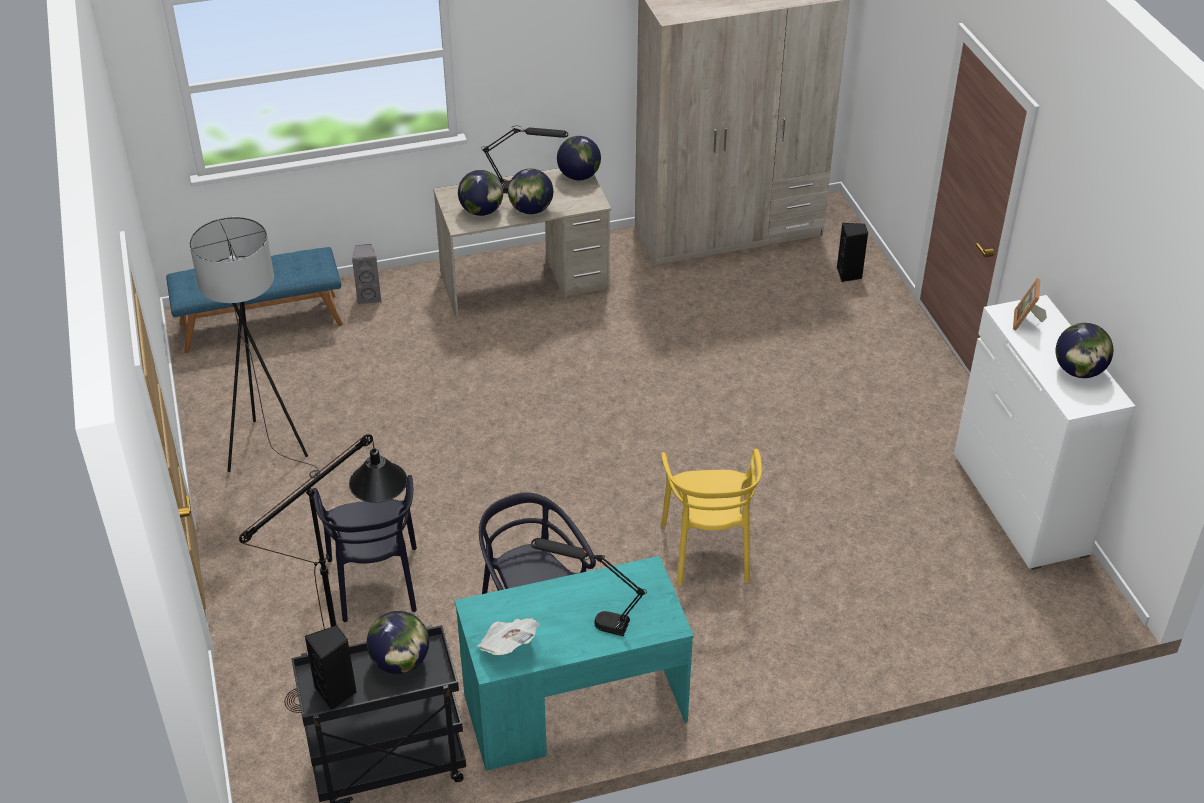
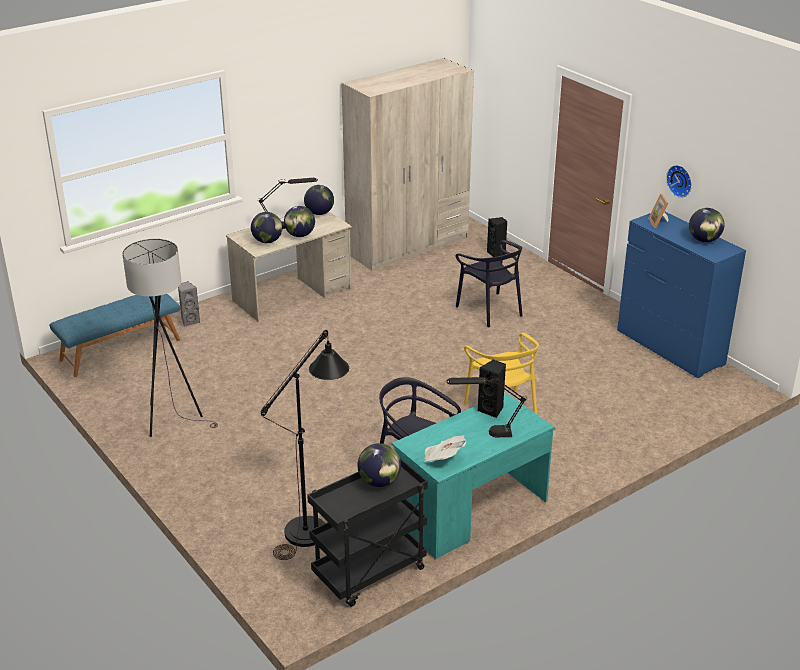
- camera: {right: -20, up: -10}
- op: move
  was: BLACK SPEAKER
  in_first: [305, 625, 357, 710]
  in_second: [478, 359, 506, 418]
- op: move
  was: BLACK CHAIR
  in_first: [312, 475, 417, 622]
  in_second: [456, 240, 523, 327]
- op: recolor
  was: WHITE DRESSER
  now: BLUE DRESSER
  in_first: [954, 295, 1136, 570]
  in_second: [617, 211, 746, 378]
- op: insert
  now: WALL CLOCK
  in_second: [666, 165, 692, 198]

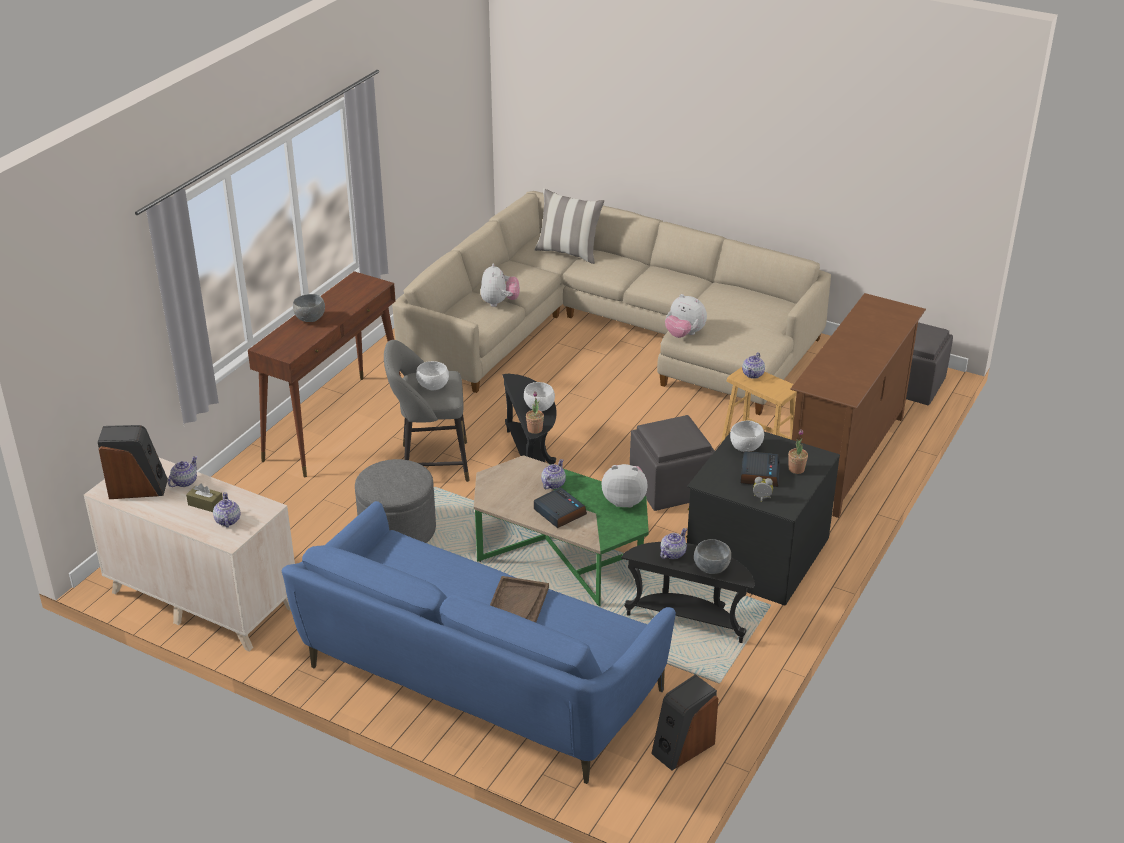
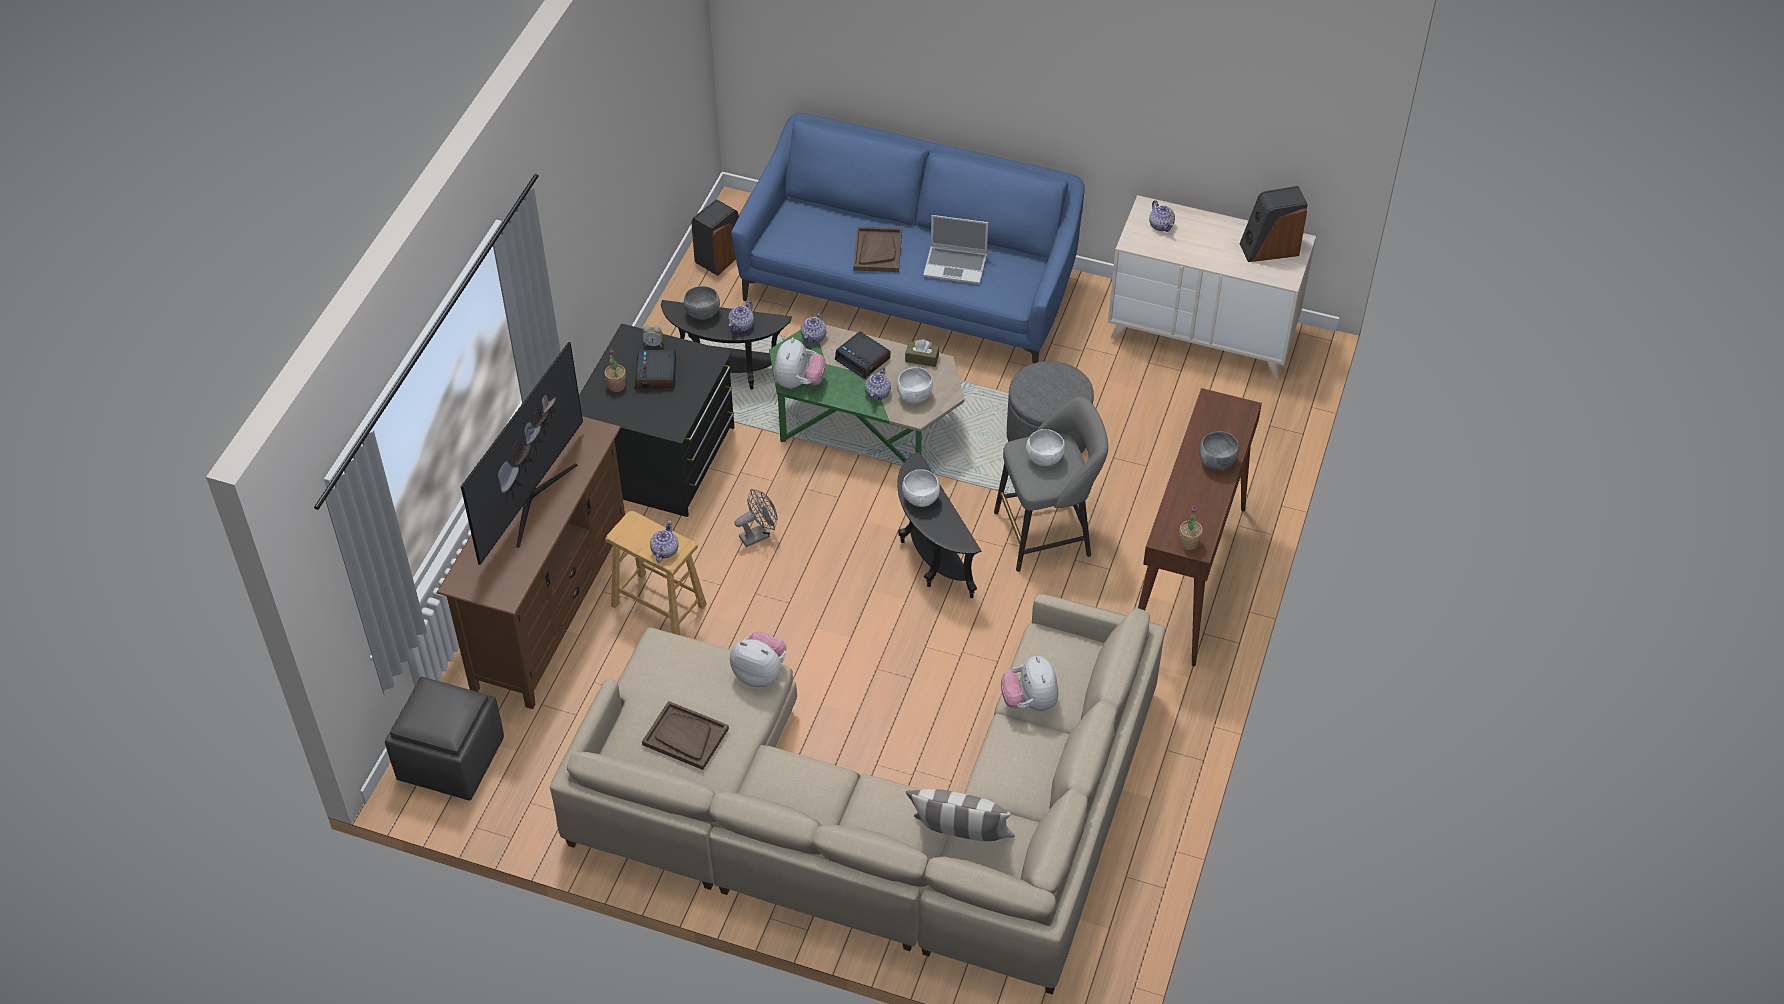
- camera: {right: 170, up: 15}
- op: move
  was: TEAPOT
  in_first: [168, 456, 197, 487]
  in_second: [801, 311, 826, 344]
- op: move
  was: BROWN TISSUE BOX
  in_first: [186, 484, 223, 512]
  in_second: [905, 339, 939, 367]
- op: move
  was: POTTED PLANT
  in_first: [526, 391, 544, 434]
  in_second: [1180, 506, 1203, 550]
- op: rotate
  was: PLUSH TOY
  in_first: [602, 464, 648, 508]
  in_second: [774, 337, 826, 389]
  clockwise: -75
- op: replace
  was: GREY OTTOMAN
  now: GREY FAN
  in_first: [630, 415, 715, 511]
  in_second: [734, 489, 778, 547]
- op: move
  was: WHITE BOWL
  in_first: [730, 421, 764, 452]
  in_second: [897, 367, 933, 403]
- op: insert
  now: TELEVISION
  in_second: [461, 342, 583, 565]
- op: insert
  now: BROWN TRAY
  in_second: [642, 701, 729, 770]
- op: insert
  now: LAPTOP
  in_second: [923, 215, 988, 284]

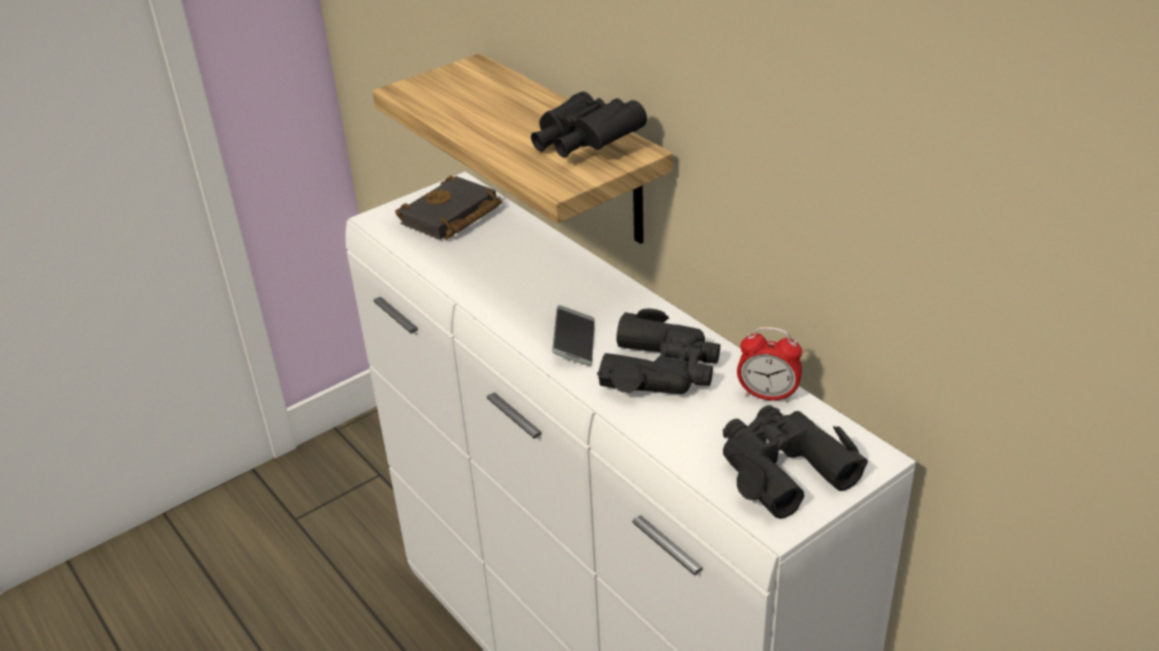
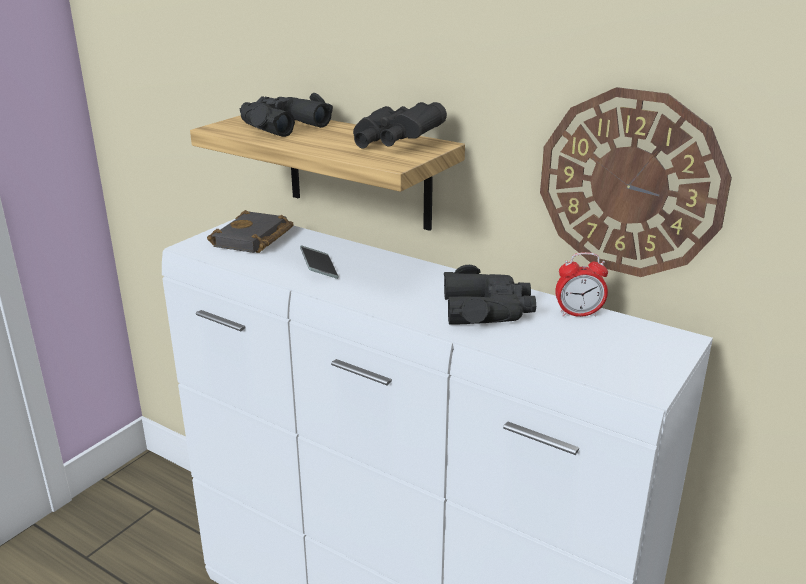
- camera: {right: -20, up: -10}
- op: move
  was: PHONE
  in_first: [552, 305, 595, 366]
  in_second: [300, 245, 339, 279]
- op: move
  was: BLACK BINOCULARS
  in_first: [723, 405, 868, 519]
  in_second: [240, 93, 333, 137]
- op: insert
  now: WALL CLOCK
  in_second: [540, 87, 732, 277]

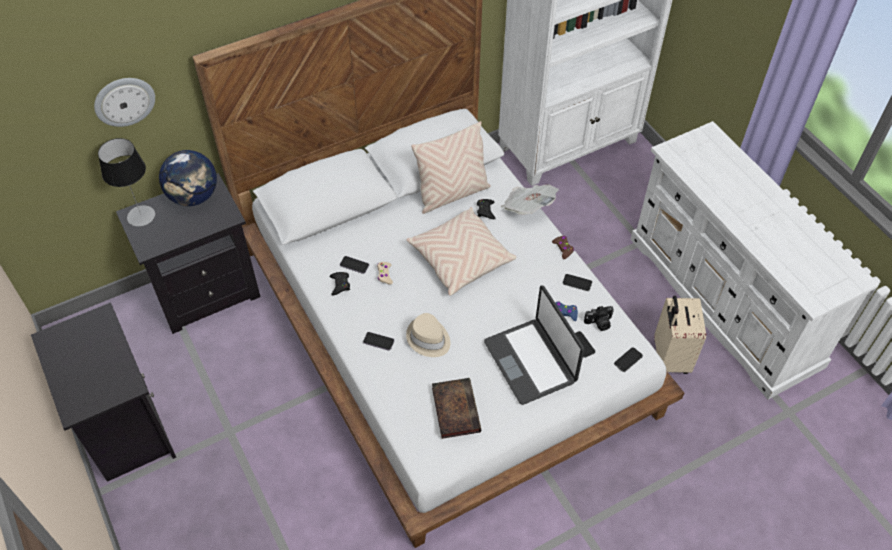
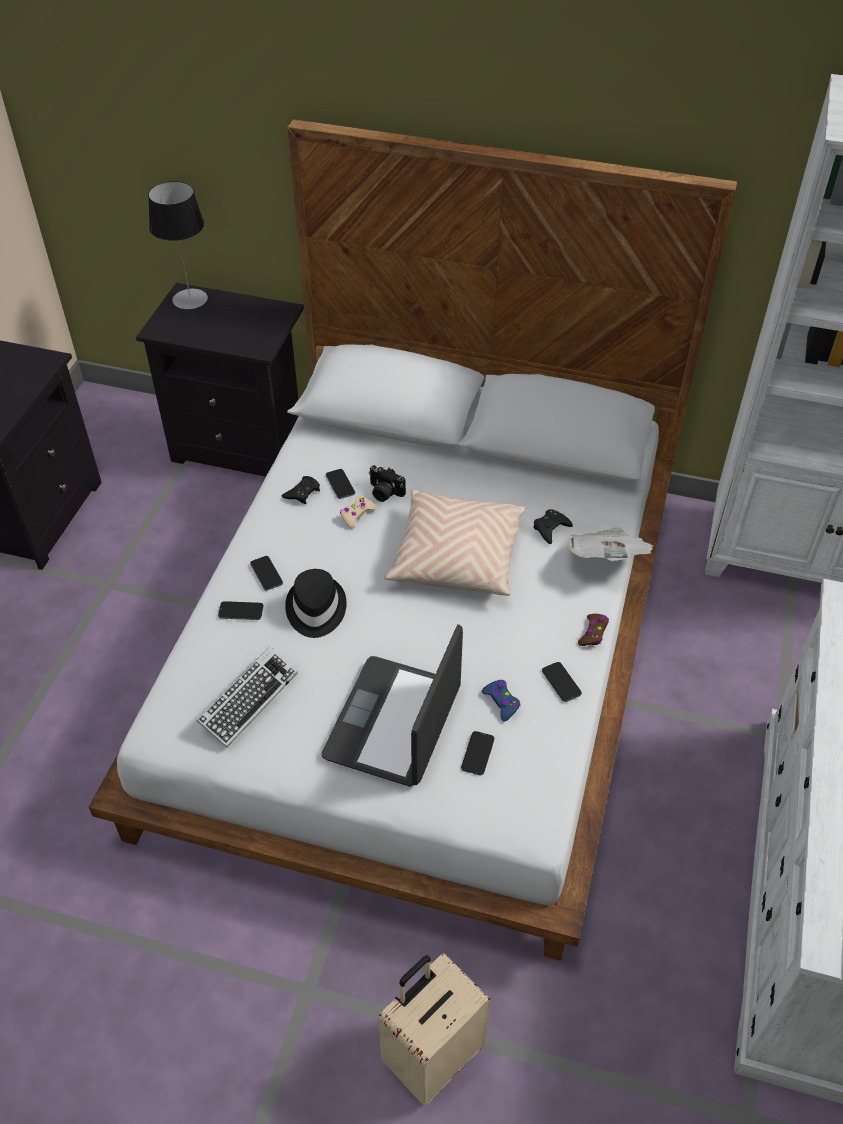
- camera: {right: 45, up: -5}
- op: delete
  was: WALL CLOCK
  in_first: [94, 78, 155, 127]
- op: delete
  was: GLOBE
  in_first: [159, 150, 217, 206]
- op: recolor
  was: BEIGE HAT
  now: BLACK HAT
  in_first: [406, 313, 450, 357]
  in_second: [285, 569, 347, 638]
- op: delete
  was: BEIGE PILLOW
  in_first: [411, 121, 491, 214]
- op: replace
  was: BOOK
  now: KEYBOARD
  in_first: [432, 378, 481, 439]
  in_second: [197, 646, 298, 747]
- op: move
  was: PHOTO CAMERA
  in_first: [584, 306, 614, 331]
  in_second: [369, 465, 406, 502]
- op: move
  was: PHONE
  in_first: [614, 347, 643, 372]
  in_second: [218, 601, 263, 620]
- op: move
  was: BEIGE SUITCASE
  in_first: [654, 296, 706, 374]
  in_second: [378, 953, 490, 1106]

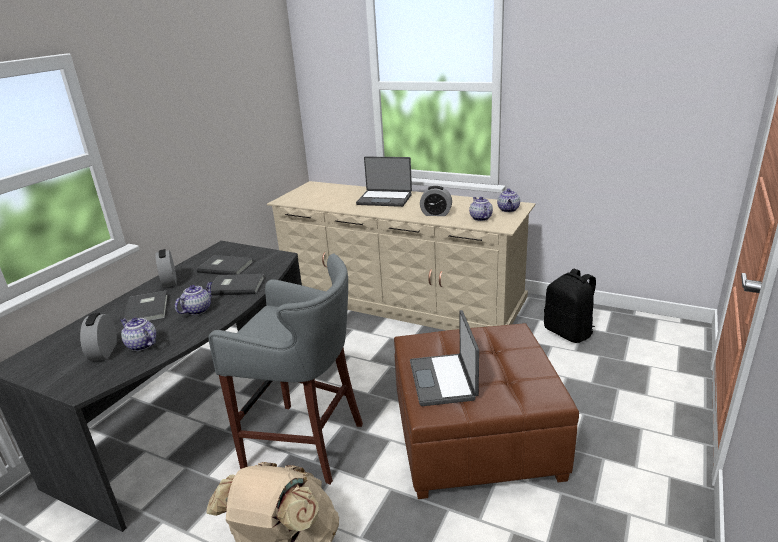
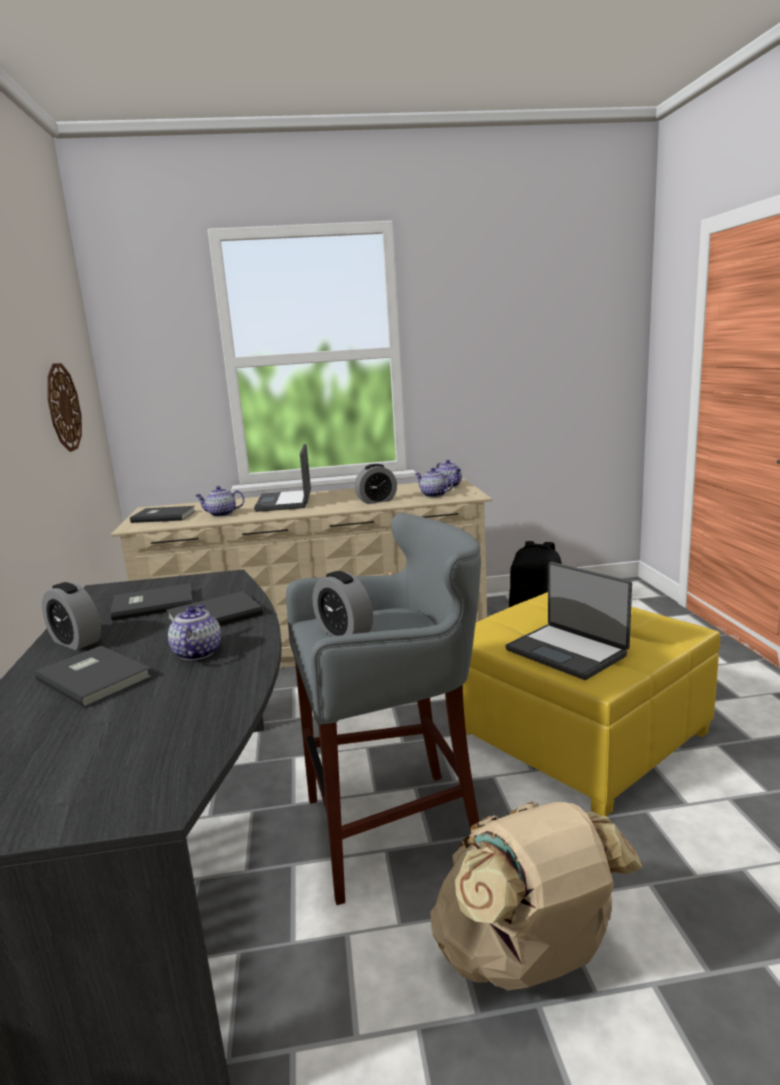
- camera: {right: -35, up: -10}
- op: move
  was: ALARM CLOCK
  in_first: [80, 313, 117, 361]
  in_second: [313, 571, 373, 636]
- op: move
  was: TEAPOT
  in_first: [121, 318, 156, 351]
  in_second: [195, 486, 245, 517]
- op: rotate
  was: LAPTOP
  in_first: [356, 156, 412, 207]
  in_second: [254, 444, 311, 512]
  clockwise: 105
- op: recolor
  was: BROWN OTTOMAN
  now: YELLOW OTTOMAN
  in_first: [394, 323, 579, 499]
  in_second: [447, 592, 720, 816]
- op: insert
  now: WALL CLOCK
  in_second: [47, 363, 82, 452]
- op: insert
  now: GREY BOOK
  in_second: [130, 506, 195, 523]

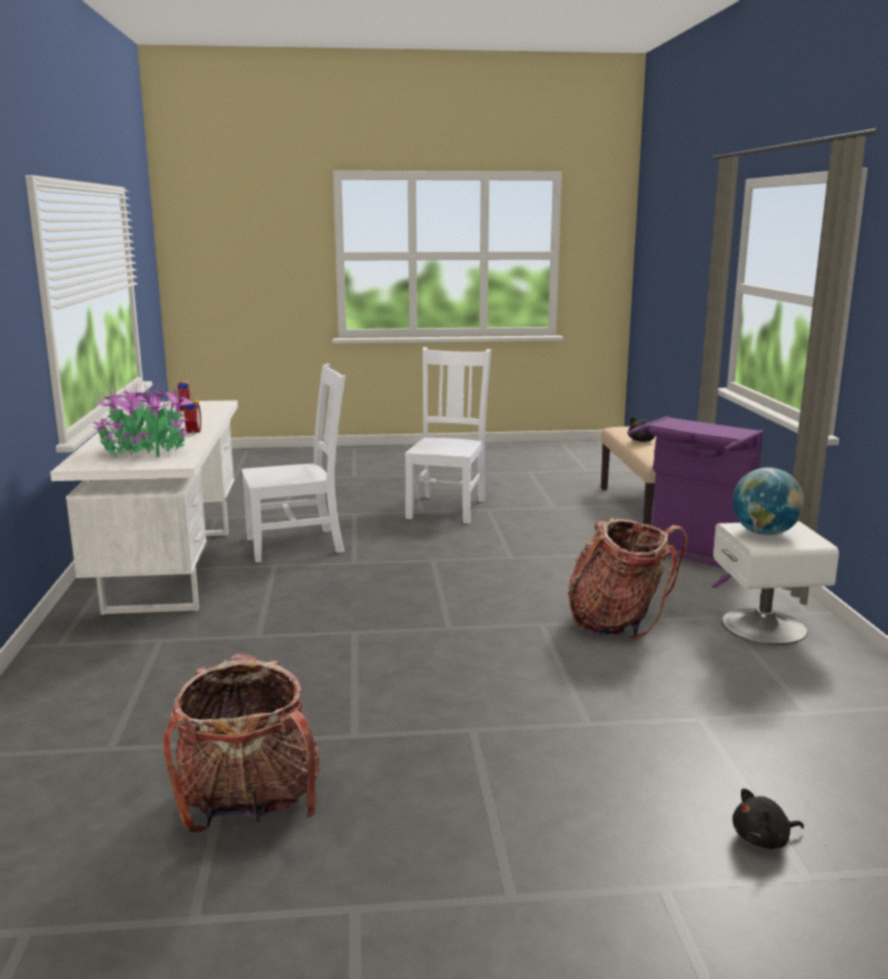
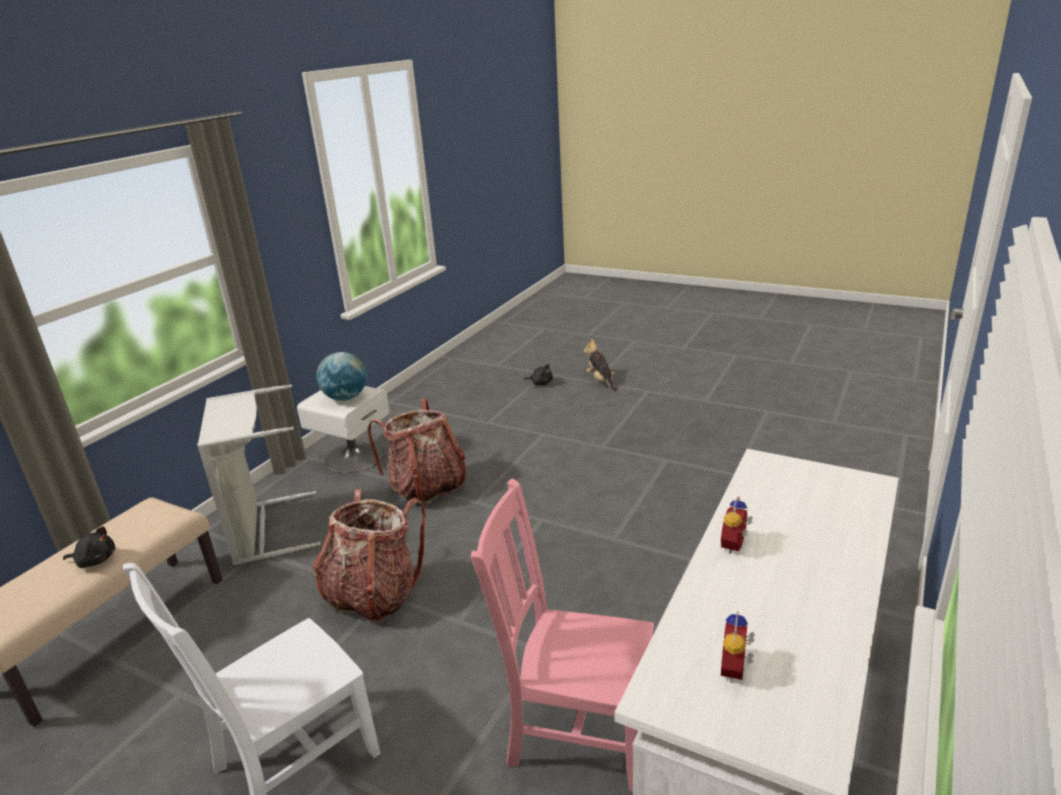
- camera: {right: -145, up: 10}
- op: delete
  was: POTTED PLANT
  in_first: [92, 382, 193, 457]
- op: move
  was: BACKPACK
  in_first: [163, 653, 320, 832]
  in_second: [313, 489, 426, 622]
- op: recolor
  was: WHITE CHAIR
  now: PINK CHAIR
  in_first: [242, 363, 345, 562]
  in_second: [471, 479, 654, 792]
- op: recolor
  was: PURPLE LAUNDRY BASKET
  now: GREY LAUNDRY BASKET
  in_first: [627, 416, 764, 588]
  in_second: [197, 384, 321, 565]
- op: insert
  now: PLUSH TOY
  in_second: [584, 339, 617, 391]

